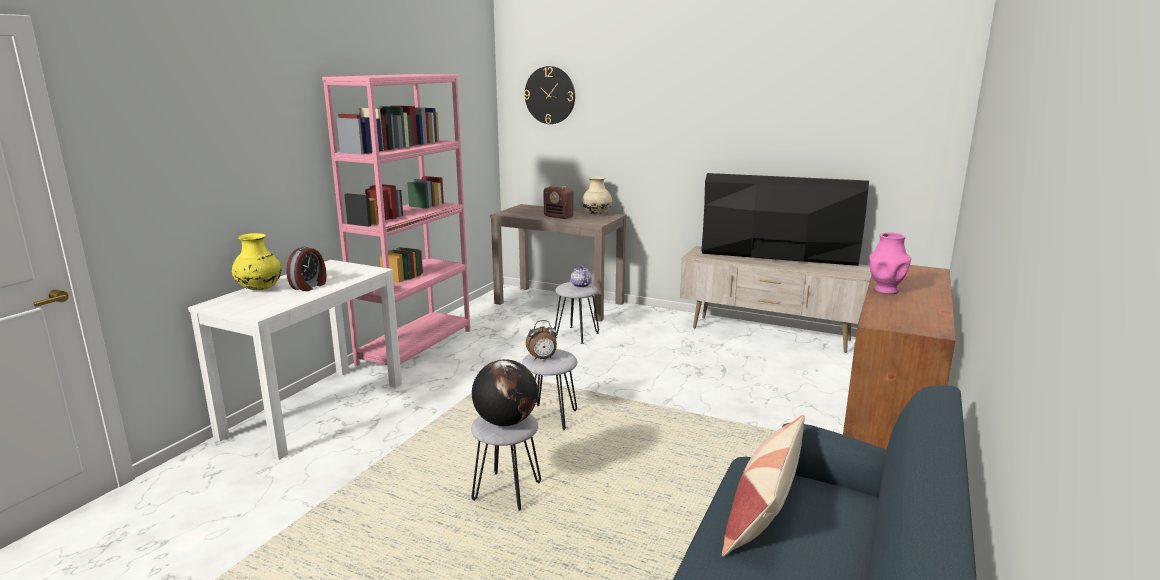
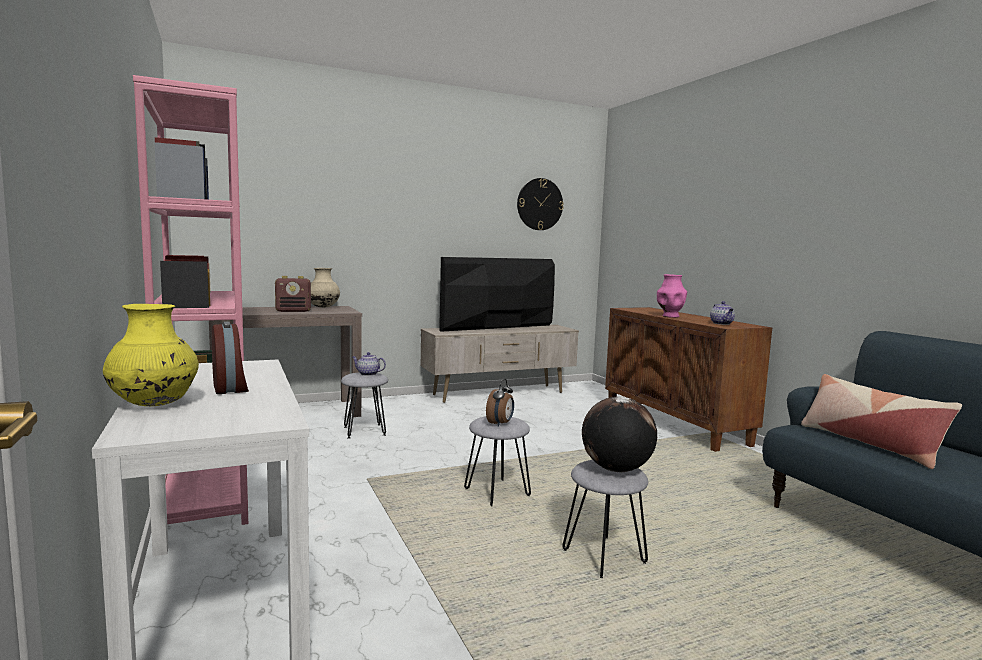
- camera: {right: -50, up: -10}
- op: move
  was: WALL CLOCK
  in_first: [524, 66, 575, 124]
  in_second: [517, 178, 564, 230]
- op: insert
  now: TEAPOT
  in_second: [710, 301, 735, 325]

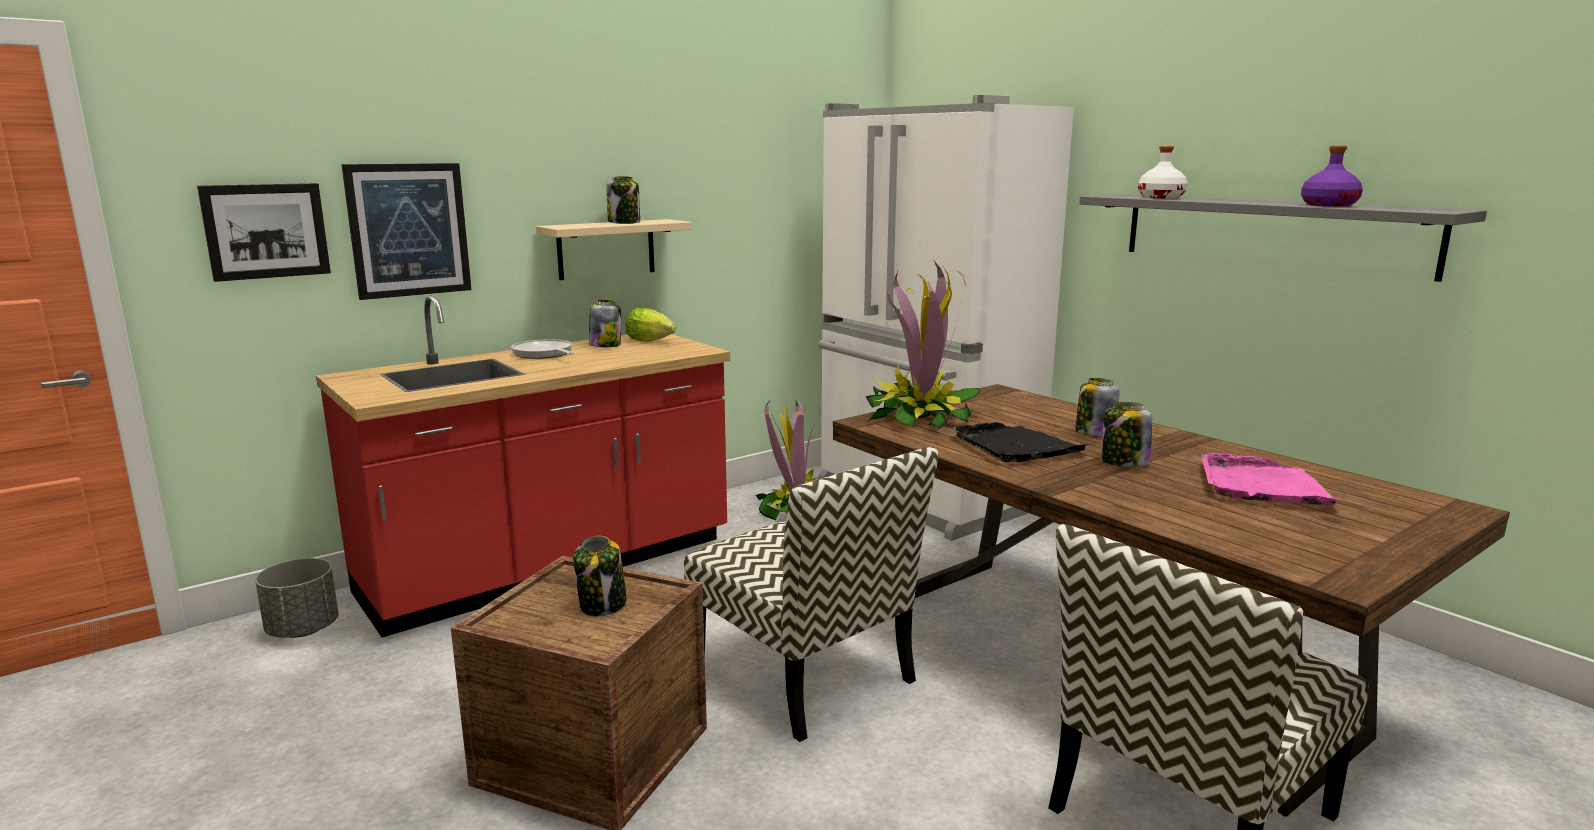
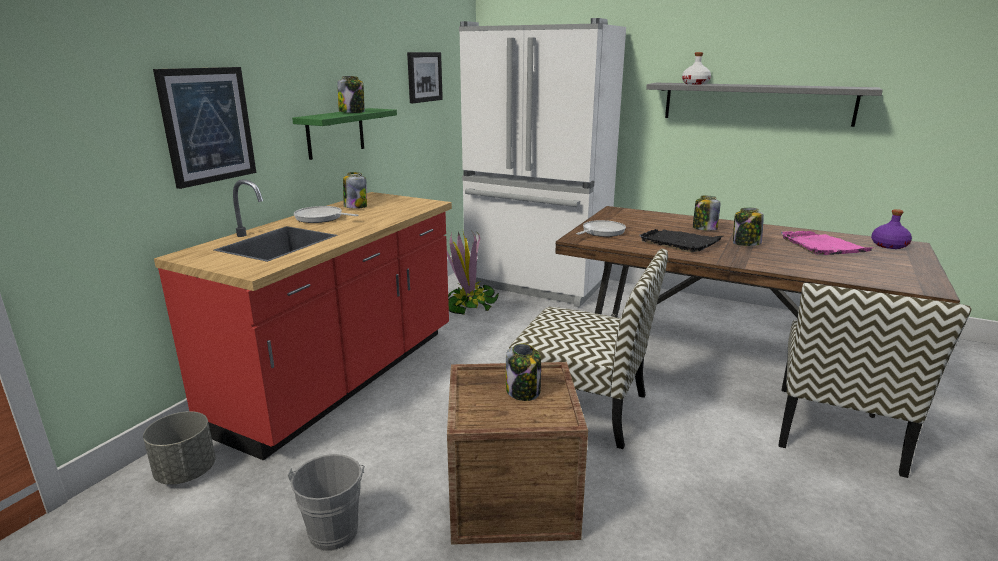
- camera: {right: -25, up: 5}
- op: move
  was: PICTURE
  in_first: [197, 183, 331, 282]
  in_second: [407, 52, 443, 103]
- op: recolor
  was: BEIGE SHELF
  now: GREEN SHELF
  in_first: [536, 219, 692, 280]
  in_second: [292, 108, 397, 160]
- op: delete
  was: LETTUCE
  in_first: [626, 308, 676, 342]
- op: replace
  was: POTTED PLANT
  now: FRYING PAN
  in_first: [865, 261, 980, 429]
  in_second: [576, 220, 626, 237]
- op: move
  was: PURPLE BOTTLE
  in_first: [1301, 146, 1363, 207]
  in_second: [871, 209, 912, 249]
- op: insert
  now: GREY BUCKET
  in_second: [288, 454, 365, 551]

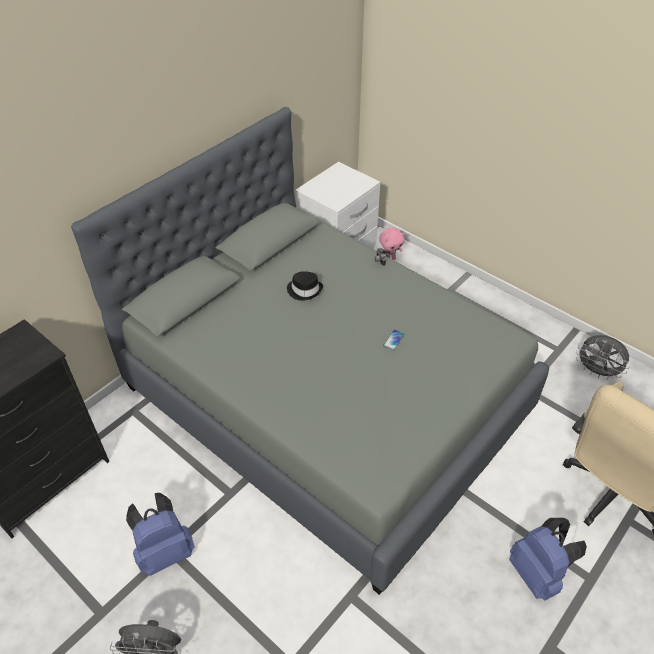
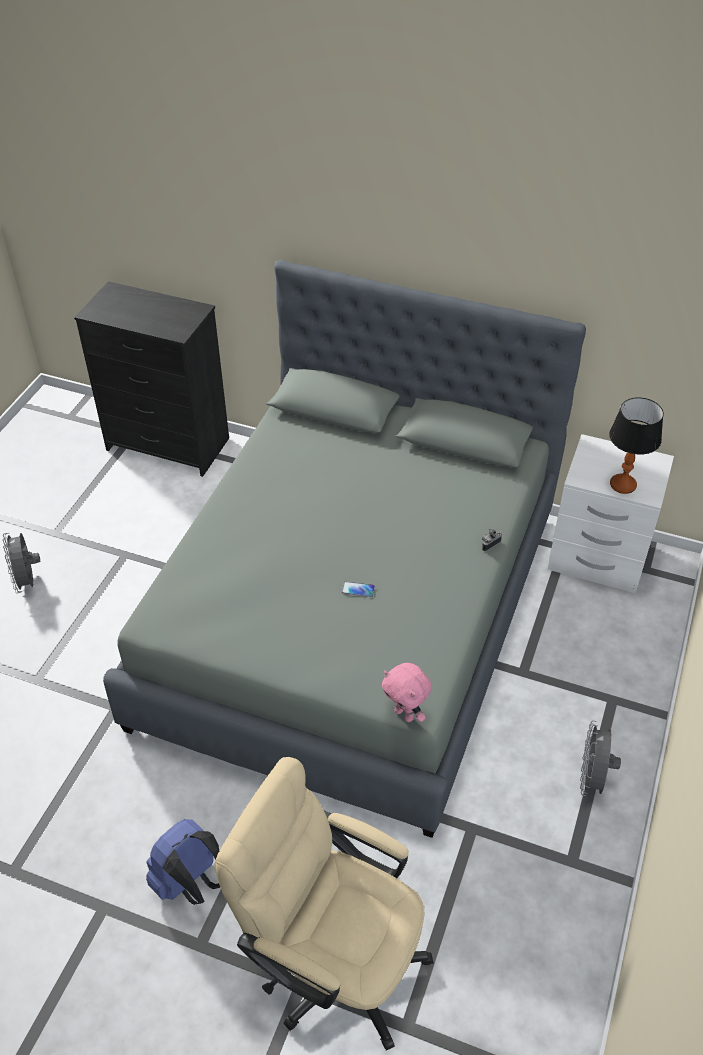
- camera: {right: 70, up: 0}
- op: delete
  was: BLUE BACKPACK
  in_first: [126, 493, 195, 576]
- op: delete
  was: BLACK HAT
  in_first: [287, 271, 323, 301]
- op: move
  was: PINK PLUSH TOY
  in_first: [379, 228, 405, 260]
  in_second: [382, 663, 431, 722]
- op: move
  was: GREY FAN
  in_first: [576, 335, 629, 379]
  in_second: [580, 721, 621, 796]
- op: insert
  now: TABLE LAMP
  in_second: [609, 397, 664, 494]

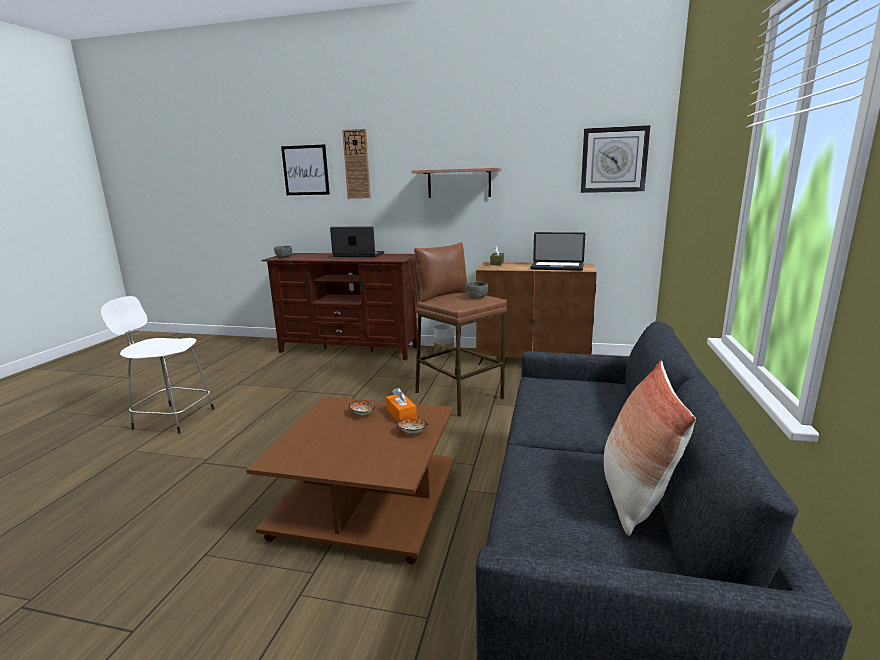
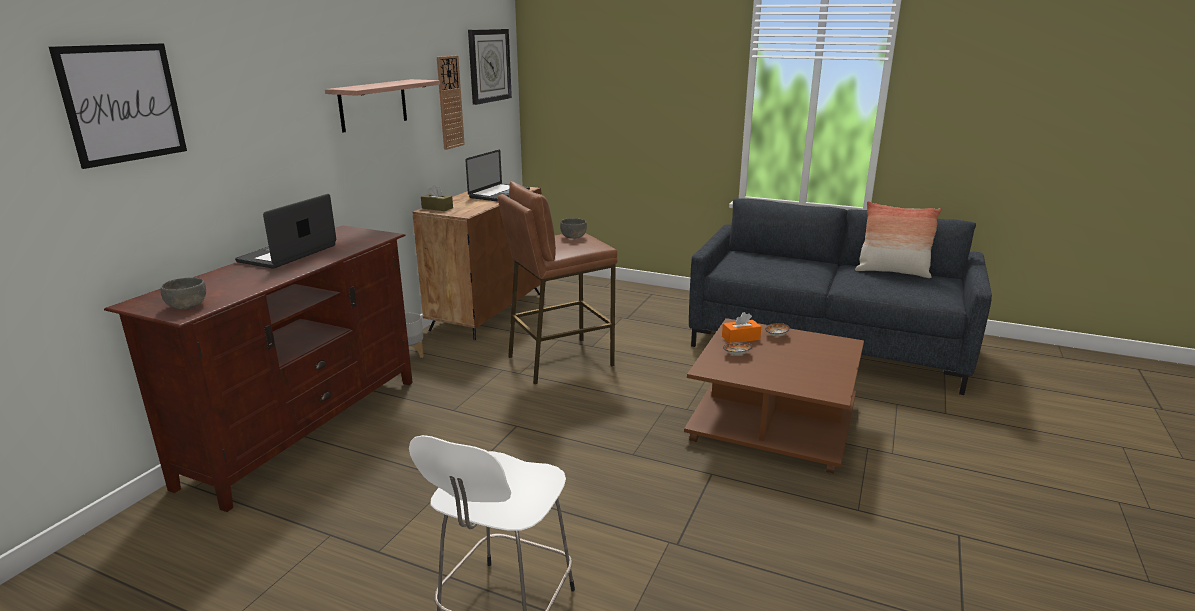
- camera: {right: -80, up: 5}
- op: move
  was: WALL CLOCK
  in_first: [342, 129, 371, 199]
  in_second: [437, 55, 465, 150]

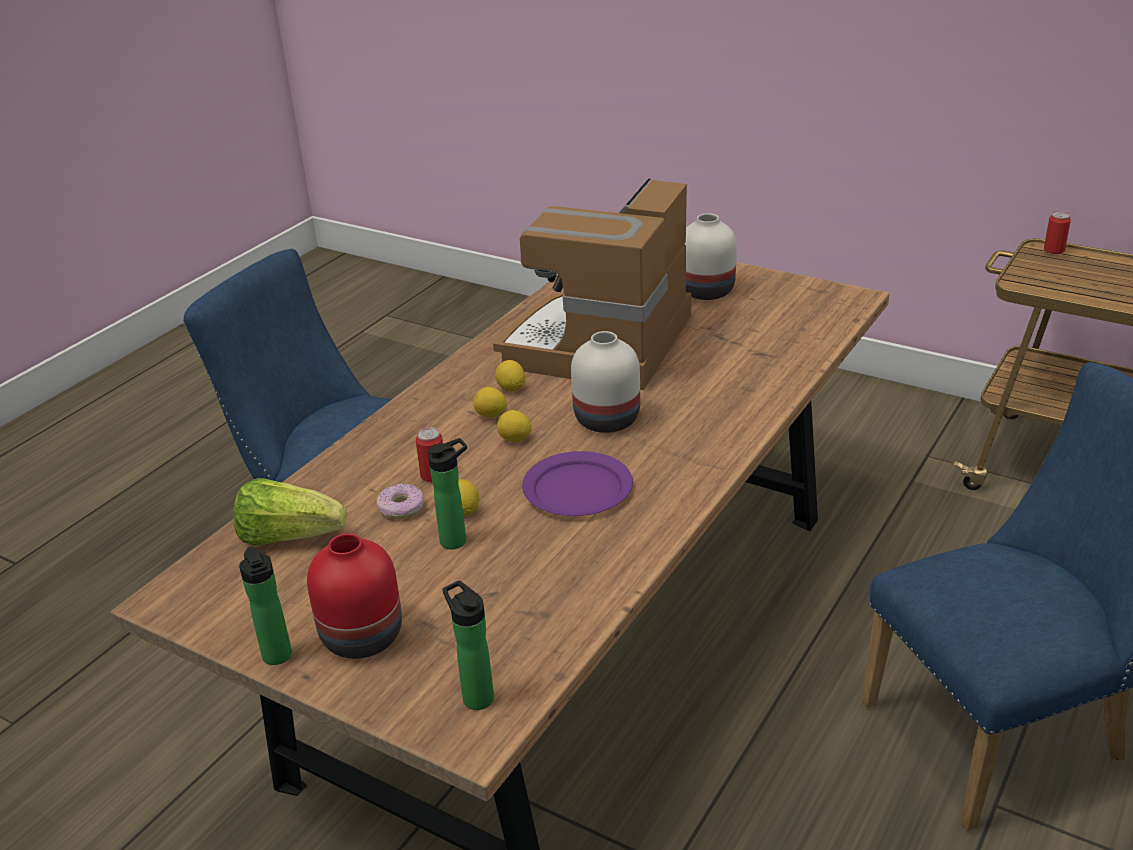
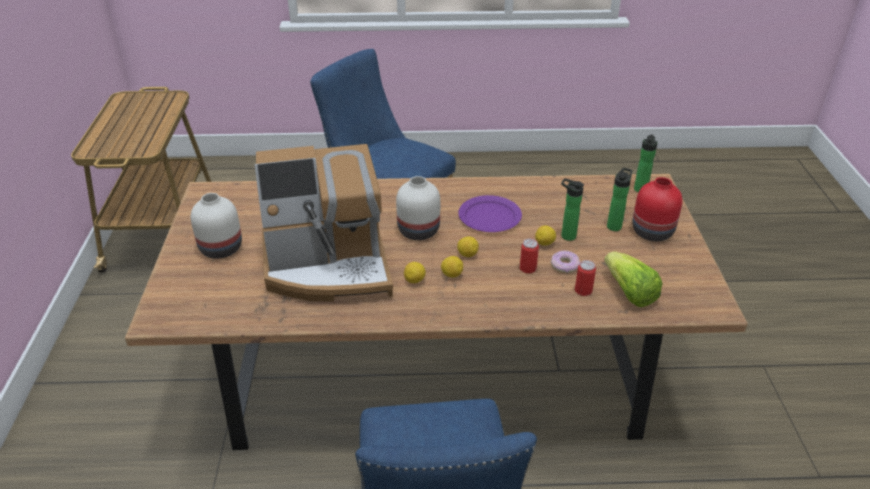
- camera: {right: -125, up: 5}
- op: move
  was: BOTTLE
  in_first: [239, 547, 292, 665]
  in_second: [607, 168, 633, 231]
- op: move
  was: CAN
  in_first: [1044, 211, 1071, 254]
  in_second: [575, 260, 596, 296]

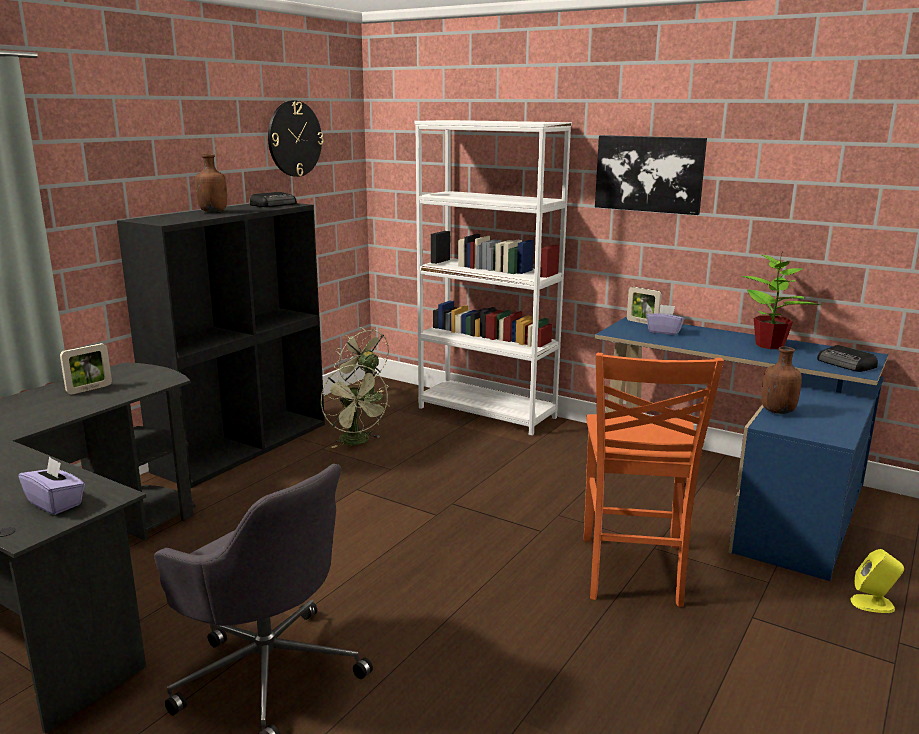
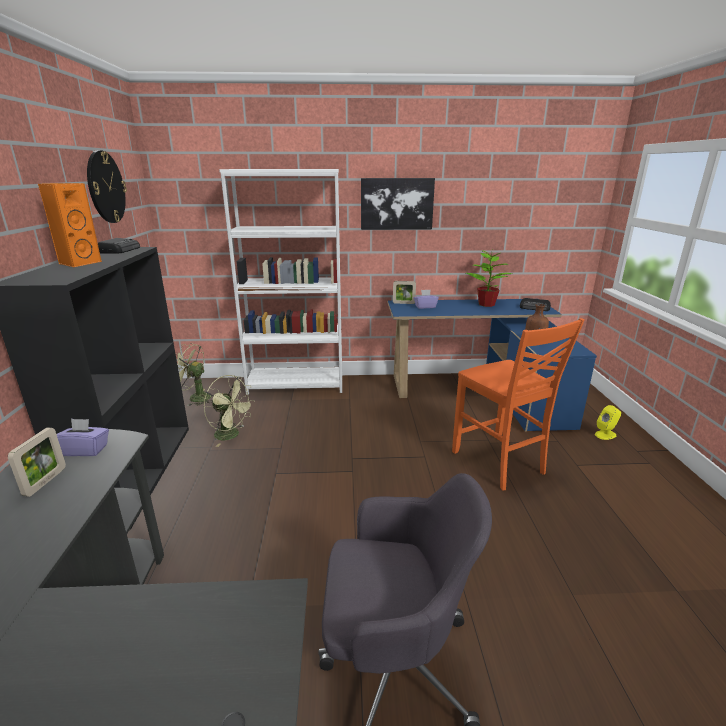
- camera: {right: -35, up: 5}
- op: move
  was: PURPLE TISSUE BOX
  in_first: [18, 456, 85, 515]
  in_second: [57, 419, 109, 456]
- op: replace
  was: BROWN BOTTLE
  now: ORANGE SPEAKER
  in_first: [195, 154, 227, 212]
  in_second: [38, 183, 102, 267]

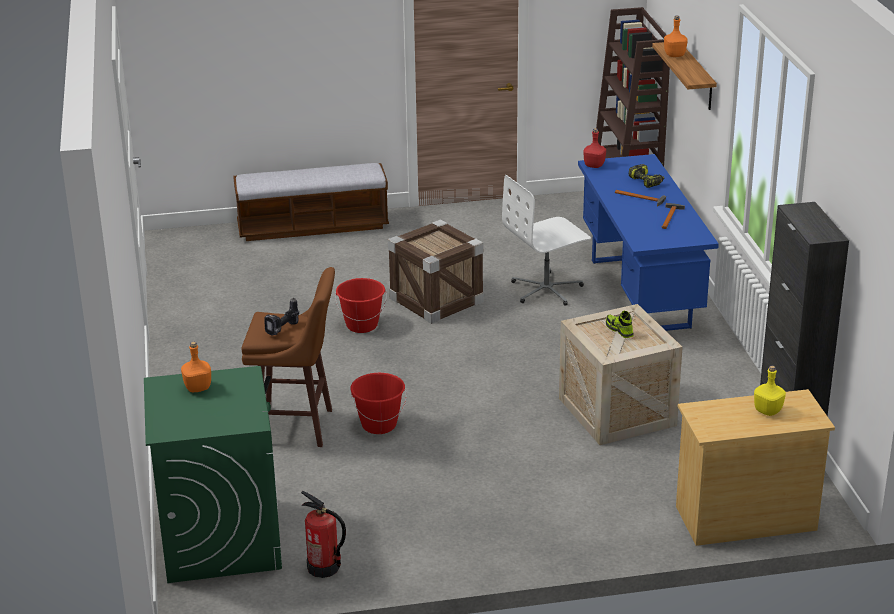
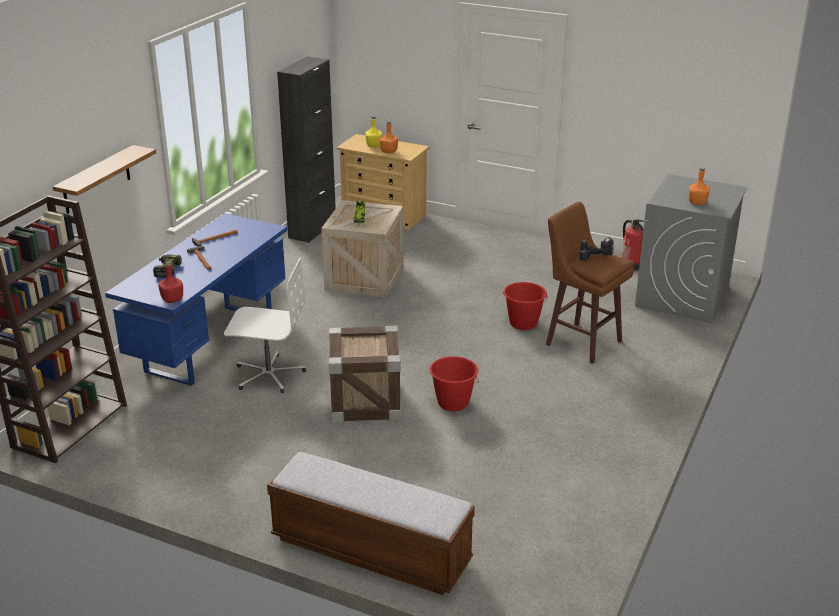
- camera: {right: -145, up: 0}
- op: recolor
  was: GREEN WASHING MACHINE
  now: GREY WASHING MACHINE
  in_first: [144, 366, 282, 583]
  in_second: [635, 174, 748, 323]
- op: move
  was: ORANGE BOTTLE
  in_first: [664, 15, 688, 57]
  in_second: [380, 121, 398, 153]

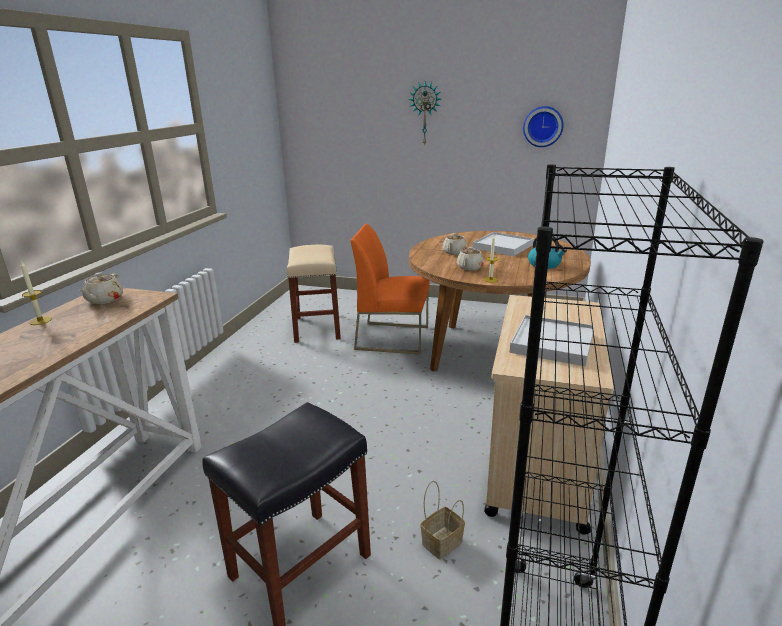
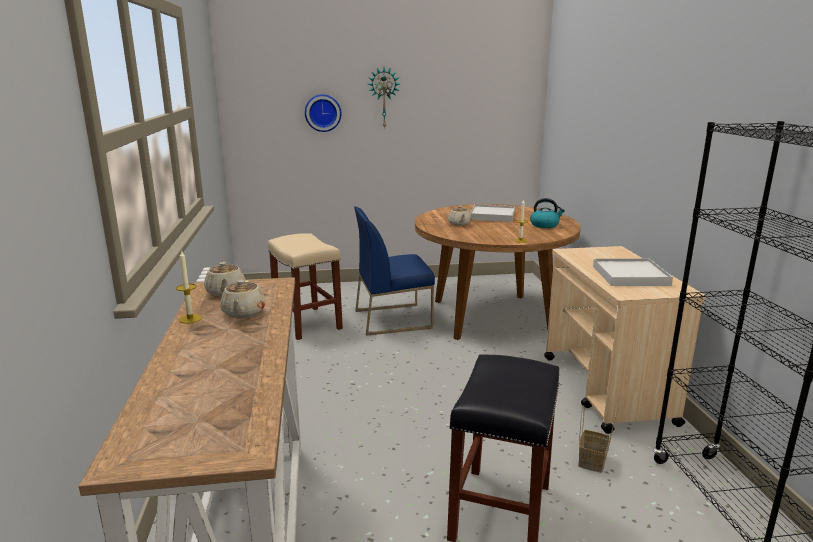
- camera: {right: -25, up: -5}
- op: recolor
  was: ORANGE CHAIR
  now: BLUE CHAIR
  in_first: [350, 224, 430, 355]
  in_second: [354, 206, 435, 336]
- op: move
  was: BEIGE TEAPOT
  in_first: [457, 247, 484, 271]
  in_second: [221, 280, 266, 318]
- op: move
  was: WALL CLOCK
  in_first: [523, 106, 564, 147]
  in_second: [305, 94, 341, 132]

